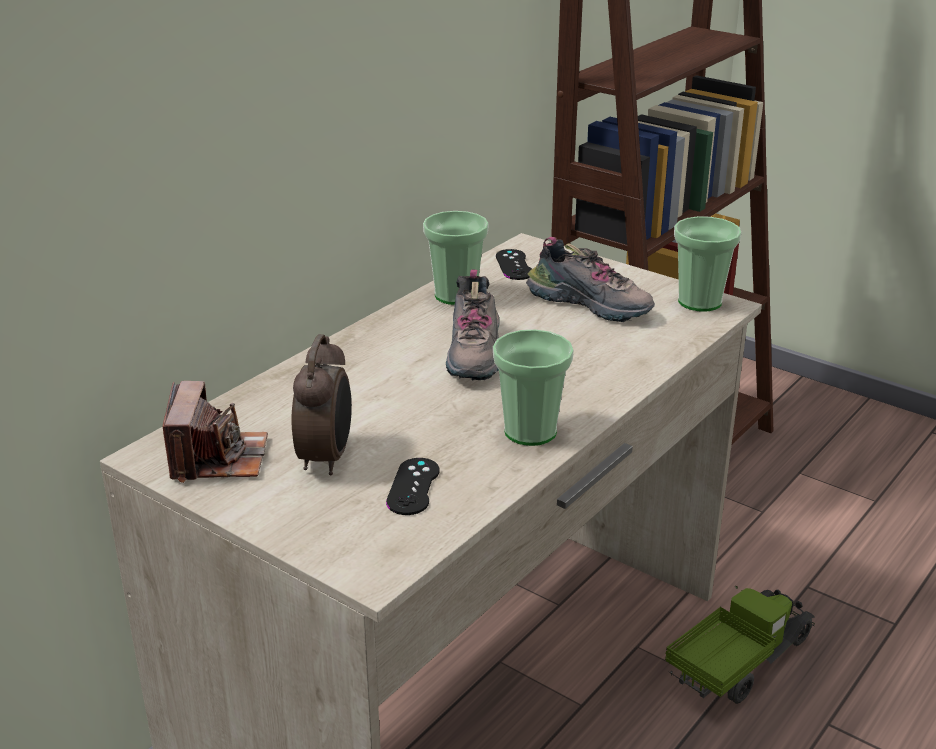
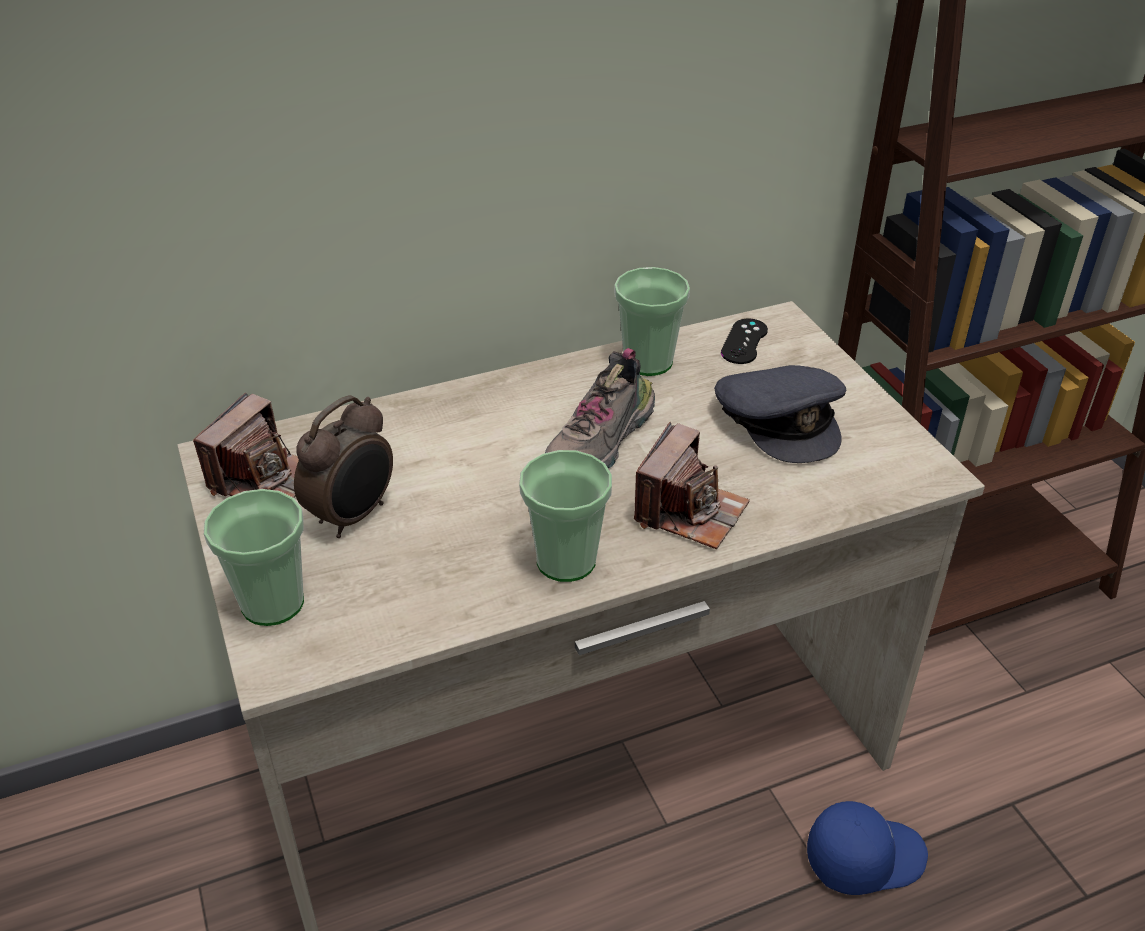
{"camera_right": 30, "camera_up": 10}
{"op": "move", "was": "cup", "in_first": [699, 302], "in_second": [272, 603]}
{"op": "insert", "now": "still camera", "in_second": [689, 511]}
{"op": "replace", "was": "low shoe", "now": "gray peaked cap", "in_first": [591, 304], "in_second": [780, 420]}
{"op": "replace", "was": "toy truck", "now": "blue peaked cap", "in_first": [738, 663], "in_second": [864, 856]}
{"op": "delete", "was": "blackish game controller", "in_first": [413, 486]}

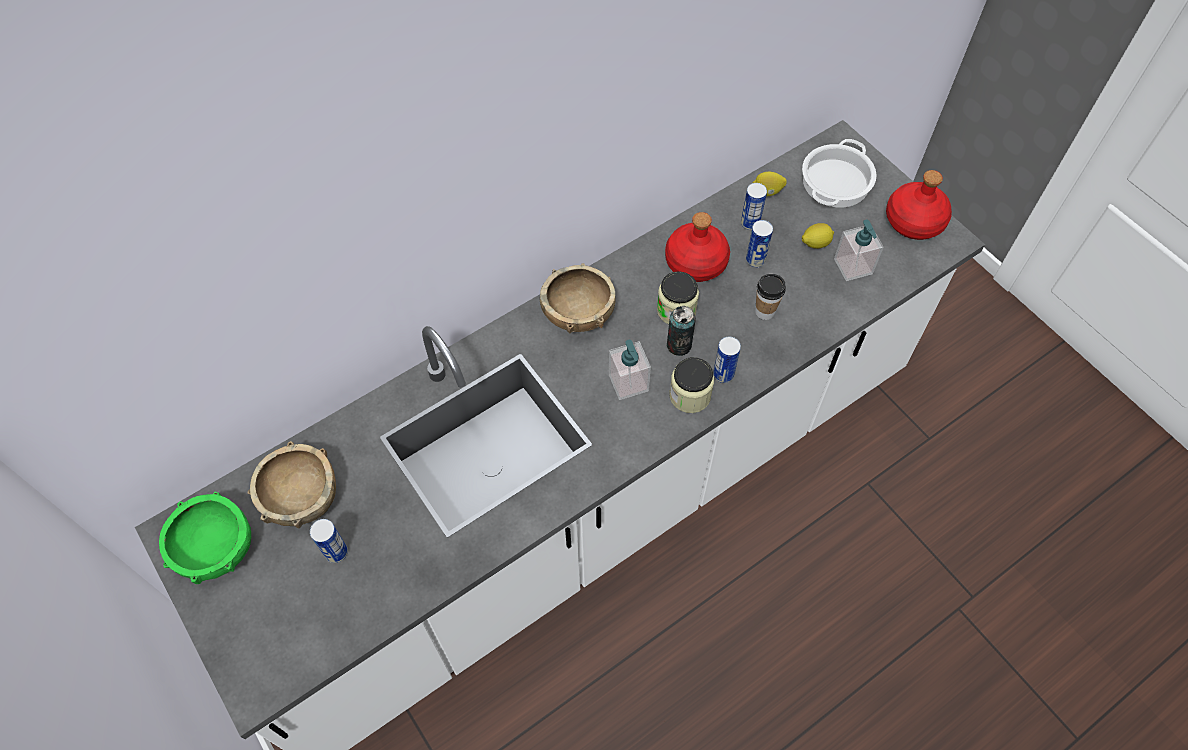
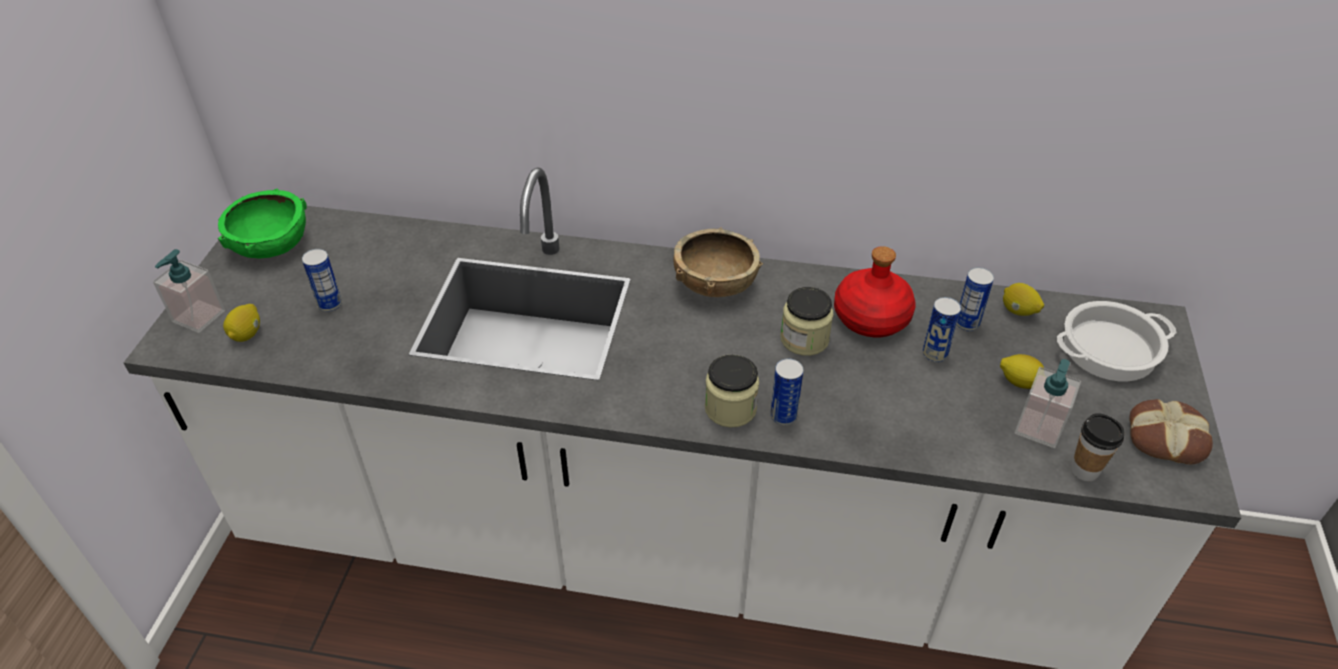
{"camera_right": 45, "camera_up": -15}
{"op": "move", "was": "soap bottle", "in_first": [628, 383], "in_second": [198, 316]}
{"op": "insert", "now": "citrus fruit", "in_second": [247, 334]}
{"op": "move", "was": "cup", "in_first": [764, 311], "in_second": [1084, 470]}
{"op": "replace", "was": "reddish beverage bottle", "now": "bread", "in_first": [913, 221], "in_second": [1166, 437]}
{"op": "delete", "was": "brownish deep dish", "in_first": [301, 496]}
{"op": "delete", "was": "sealed can", "in_first": [679, 345]}

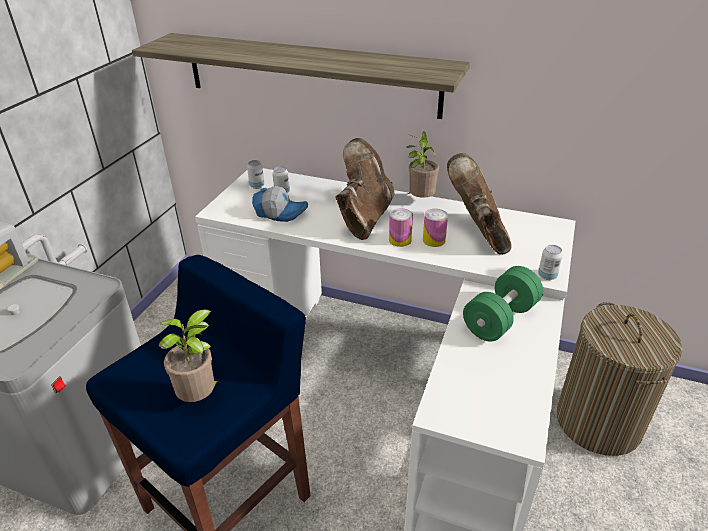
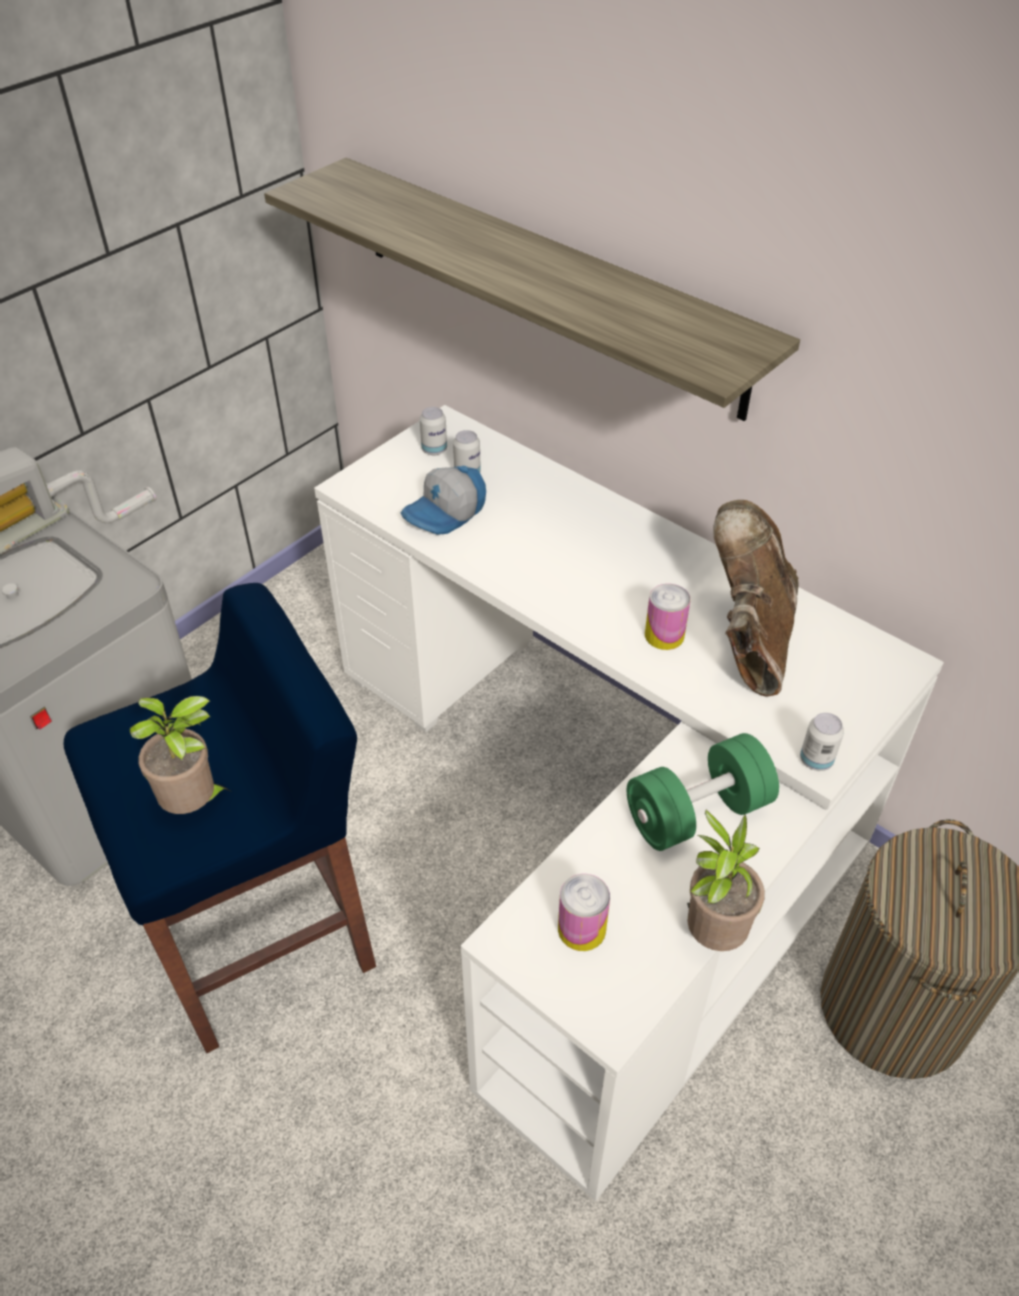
{"camera_right": 20, "camera_up": 10}
{"op": "rotate", "was": "peaked cap", "in_first": [280, 212], "in_second": [446, 513], "clockwise": 105}
{"op": "move", "was": "sealed can", "in_first": [400, 240], "in_second": [581, 929]}
{"op": "move", "was": "houseplant", "in_first": [420, 200], "in_second": [712, 933]}
{"op": "delete", "was": "brownish high-top boot", "in_first": [364, 218]}

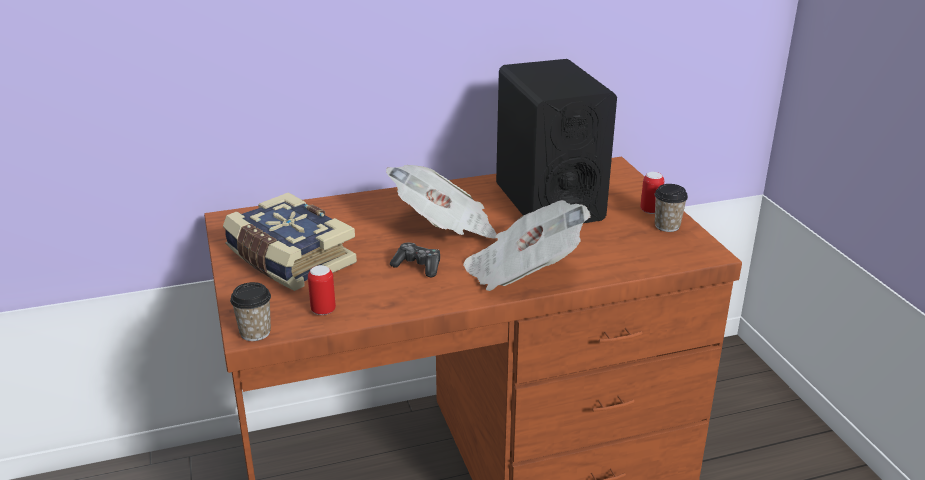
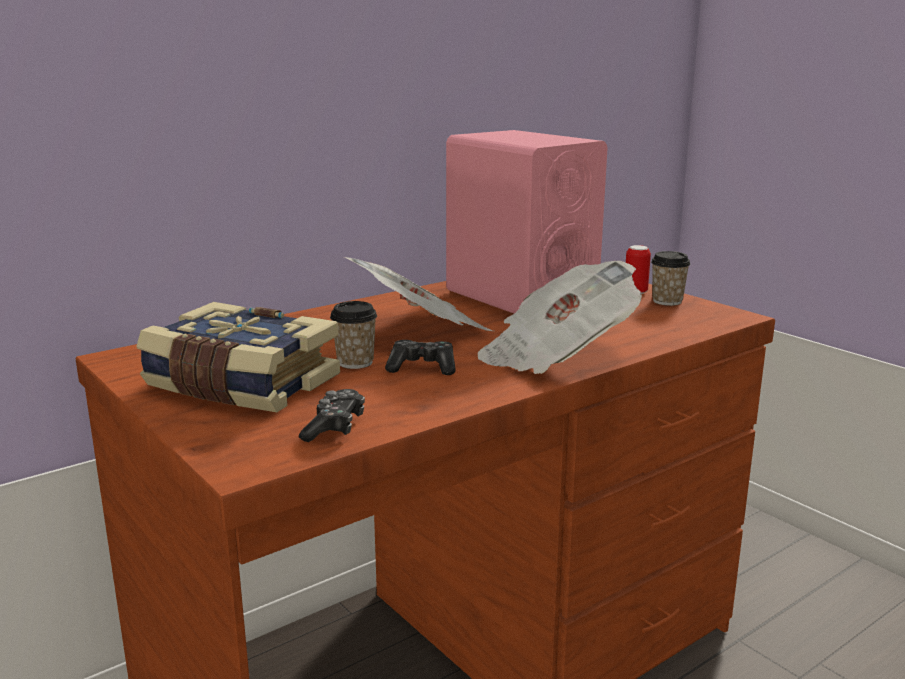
{"camera_right": -20, "camera_up": -10}
{"op": "replace", "was": "sealed can", "now": "game controller", "in_first": [323, 310], "in_second": [335, 427]}
{"op": "move", "was": "cup", "in_first": [255, 332], "in_second": [355, 362]}
{"op": "recolor", "was": "blackish audio speaker", "now": "pink audio speaker", "in_first": [548, 202], "in_second": [519, 297]}

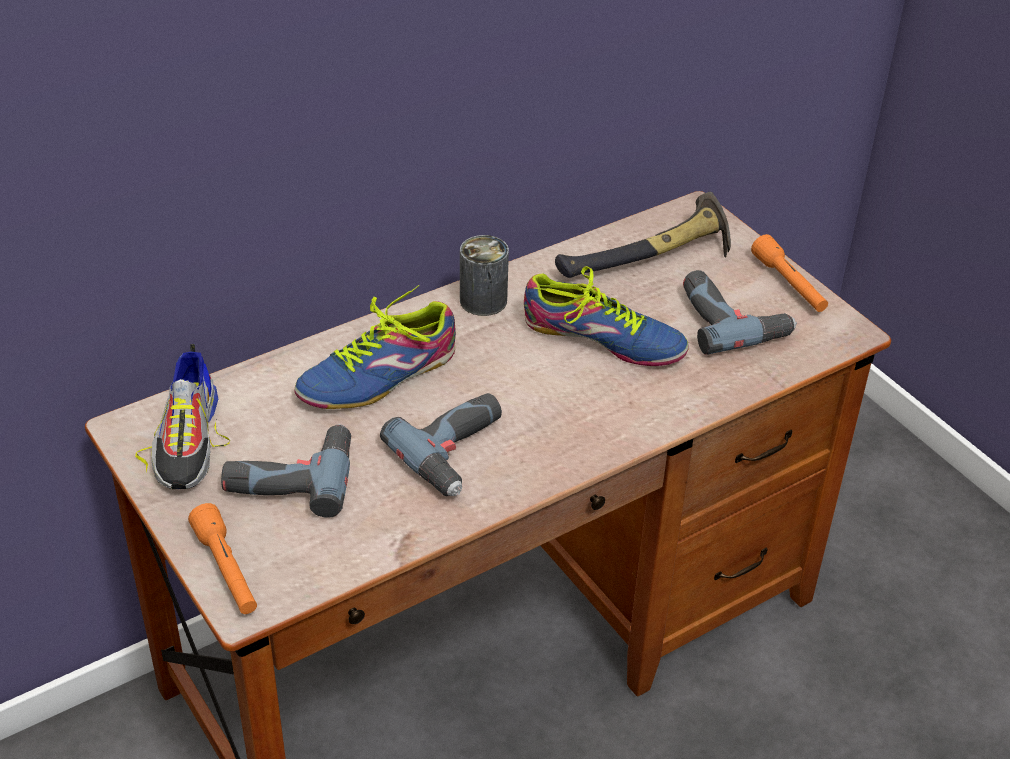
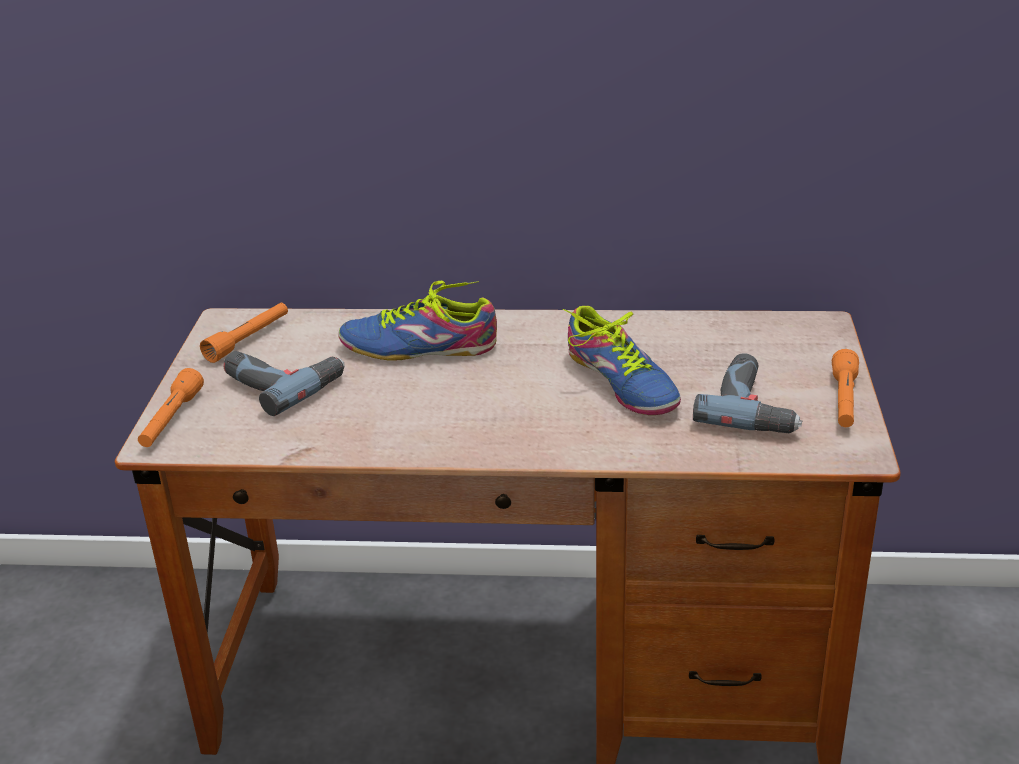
{"camera_right": 40, "camera_up": -10}
{"op": "replace", "was": "low shoe", "now": "orange-coloured torch", "in_first": [188, 440], "in_second": [248, 340]}
{"op": "delete", "was": "drill", "in_first": [459, 452]}
{"op": "delete", "was": "sealed can", "in_first": [483, 300]}
{"op": "delete", "was": "hand hammer", "in_first": [652, 260]}

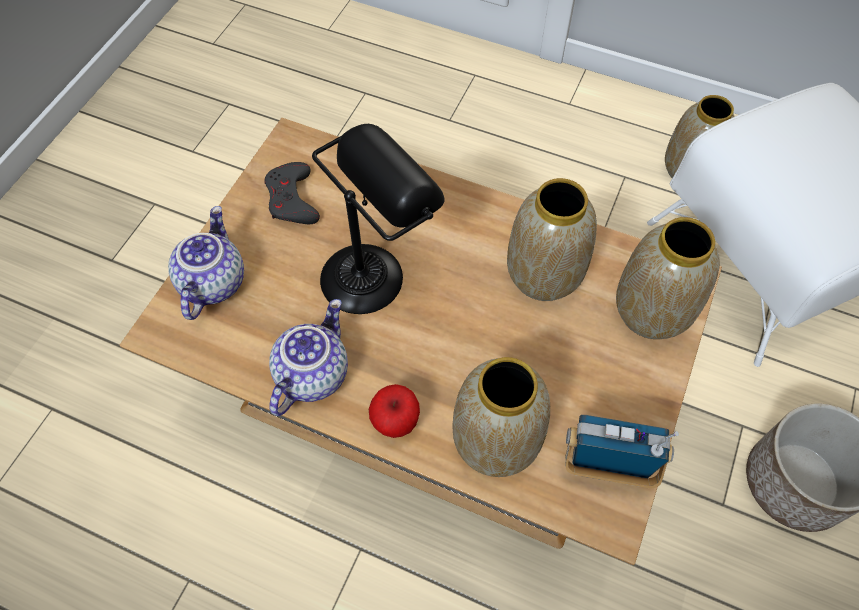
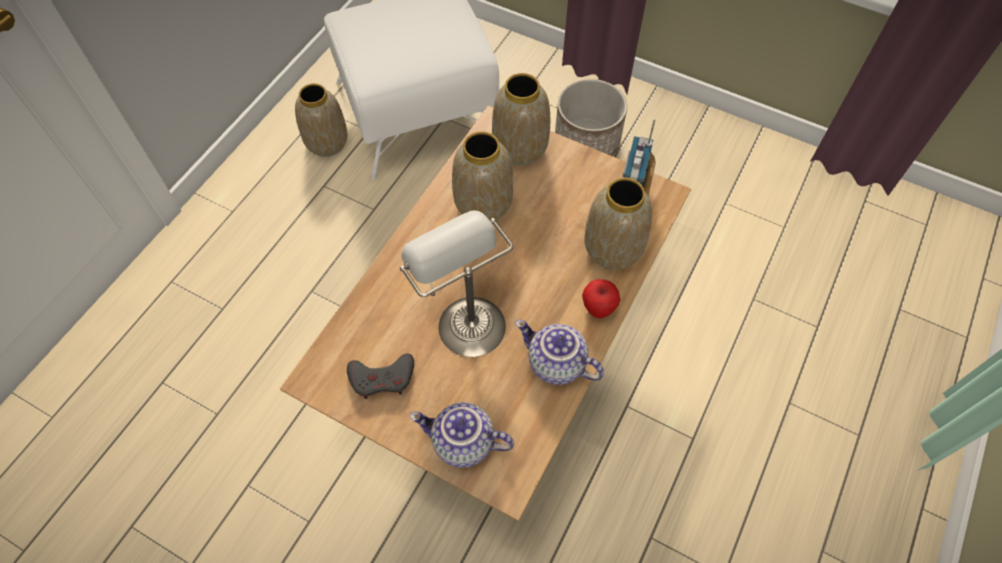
{"camera_right": -85, "camera_up": 0}
{"op": "recolor", "was": "blackish tabletop lamp", "now": "white tabletop lamp", "in_first": [375, 267], "in_second": [462, 316]}

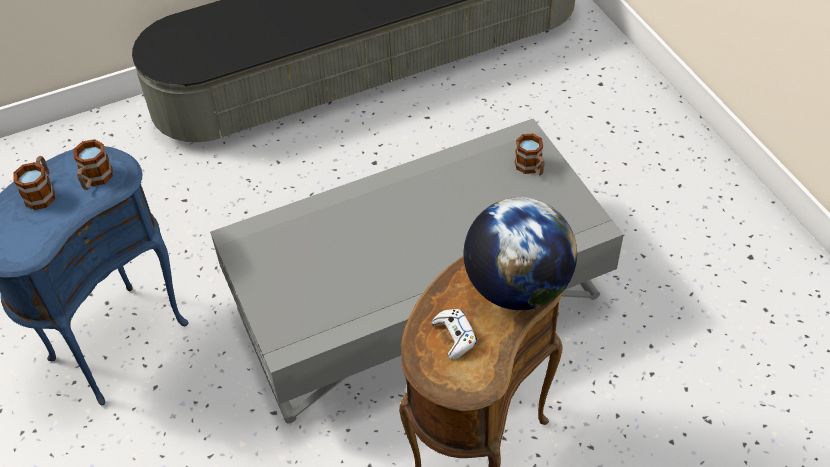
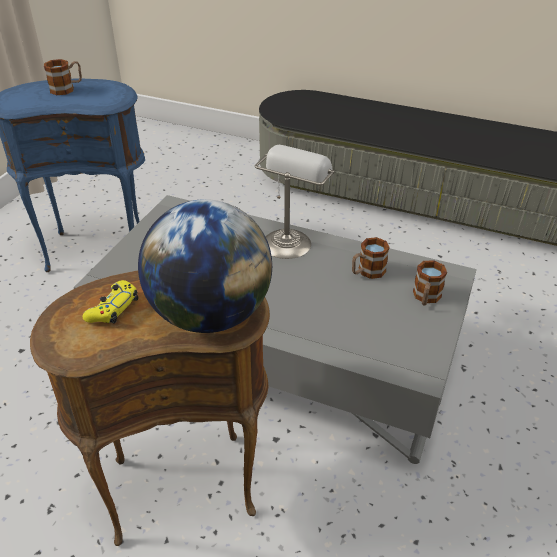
{"camera_right": 45, "camera_up": -10}
{"op": "recolor", "was": "white game controller", "now": "yellow game controller", "in_first": [454, 336], "in_second": [113, 308]}
{"op": "insert", "now": "white tabletop lamp", "in_second": [290, 237]}
{"op": "move", "was": "tea mug", "in_first": [95, 180], "in_second": [367, 272]}

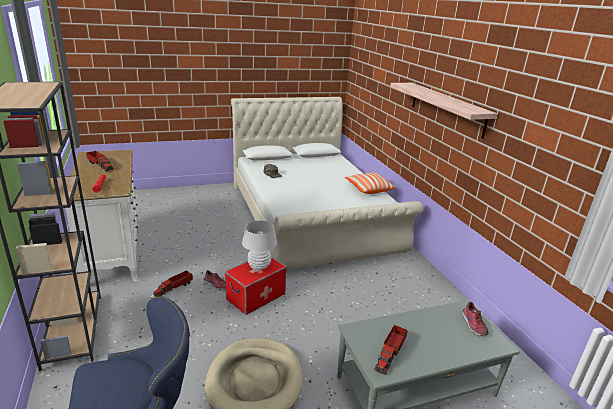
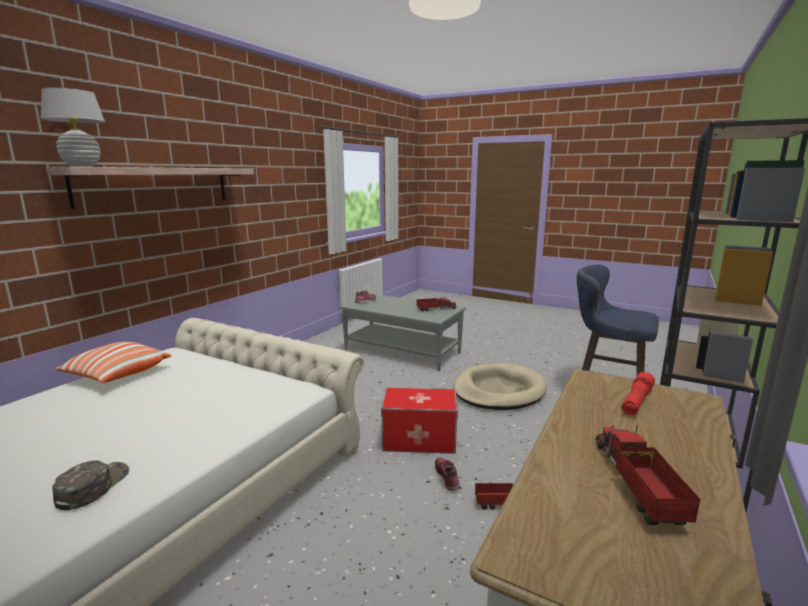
{"camera_right": -130, "camera_up": -10}
{"op": "move", "was": "white tabletop lamp", "in_first": [259, 266], "in_second": [82, 166]}

